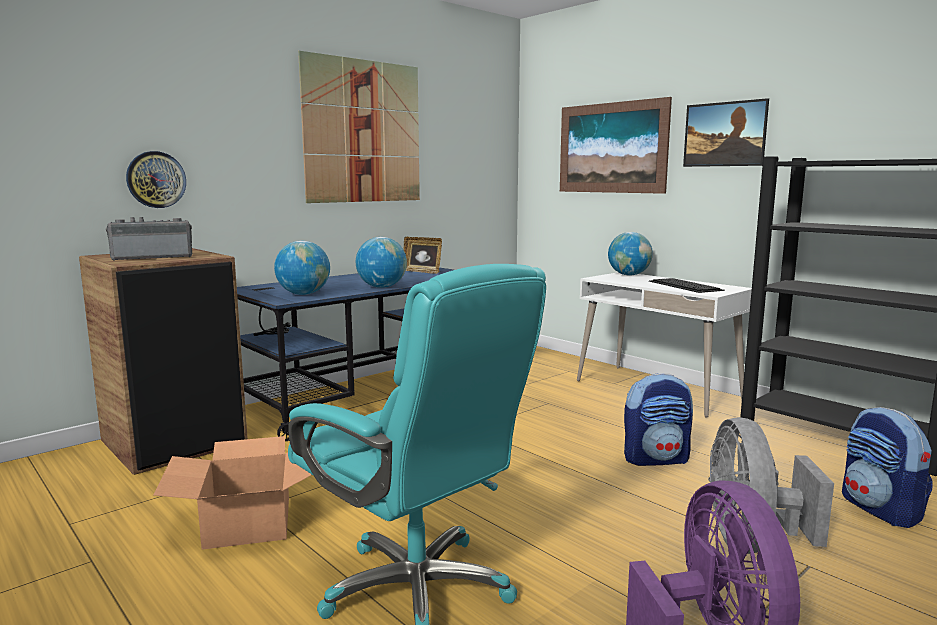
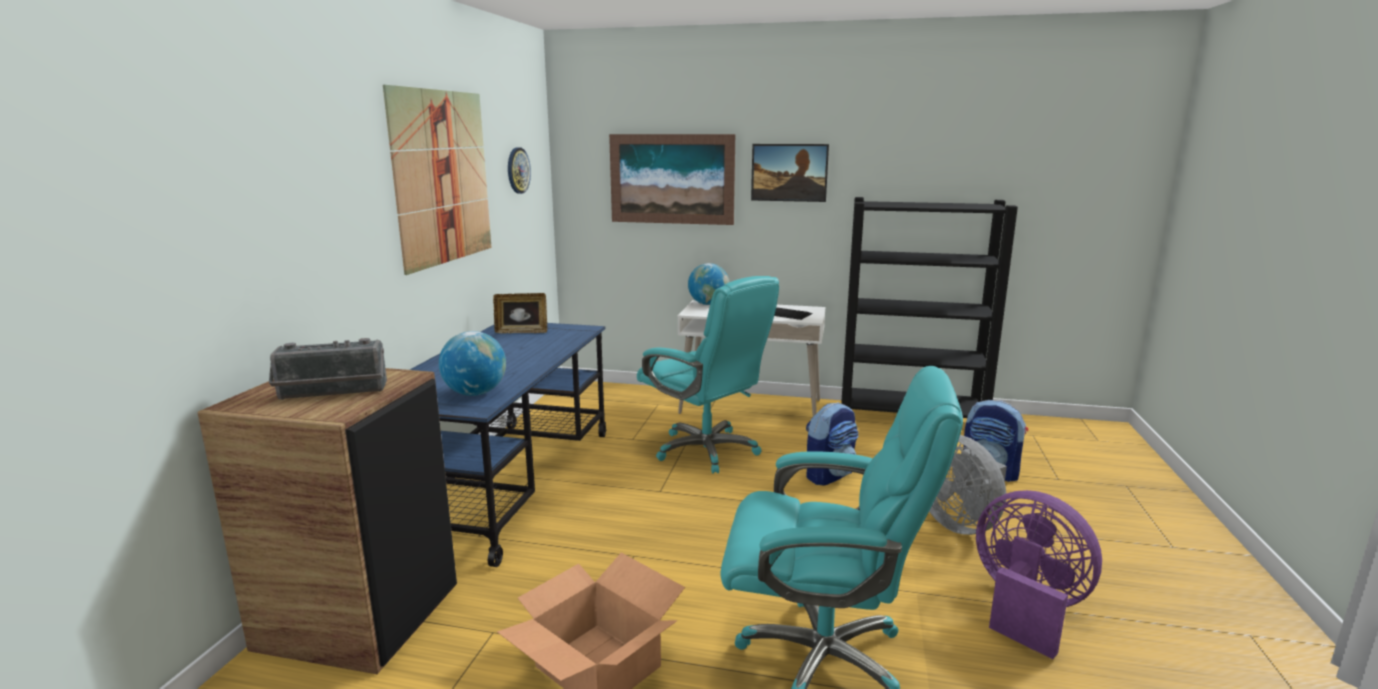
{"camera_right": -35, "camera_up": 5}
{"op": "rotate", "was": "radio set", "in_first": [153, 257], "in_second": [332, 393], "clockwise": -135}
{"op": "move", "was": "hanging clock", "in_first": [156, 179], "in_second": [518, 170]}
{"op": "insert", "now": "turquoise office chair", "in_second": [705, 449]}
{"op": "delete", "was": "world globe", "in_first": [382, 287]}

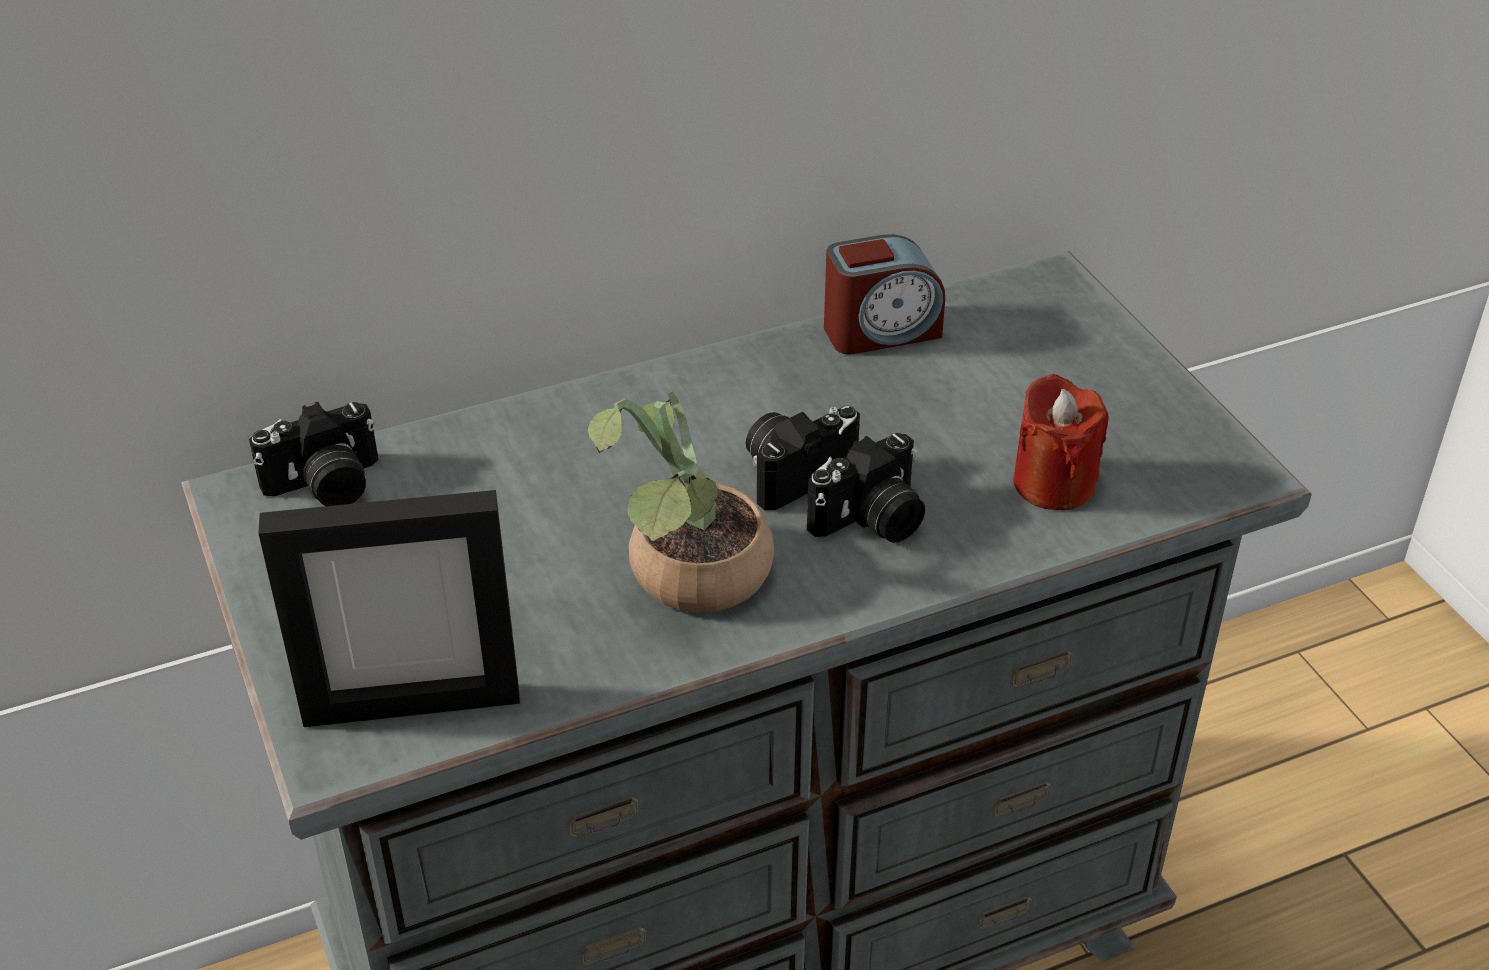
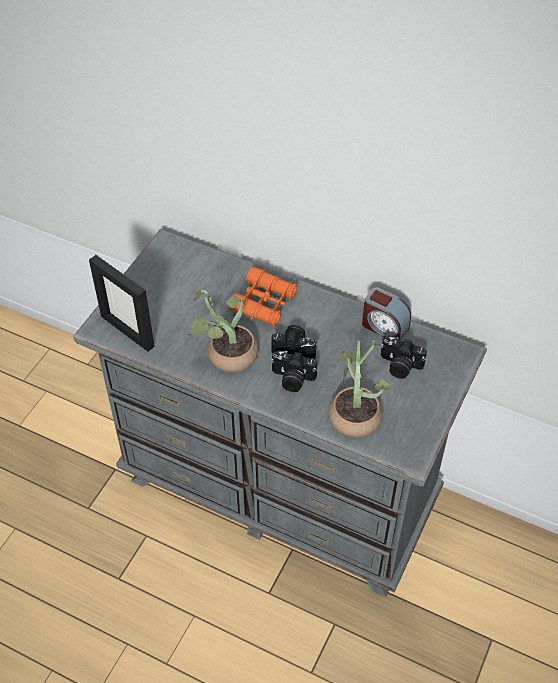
{"camera_right": 50, "camera_up": 10}
{"op": "insert", "now": "orange-coloured field glasses", "in_second": [264, 302]}
{"op": "replace", "was": "reddish candle", "now": "houseplant", "in_first": [1053, 483], "in_second": [355, 412]}
{"op": "move", "was": "still camera", "in_first": [326, 486], "in_second": [399, 366]}

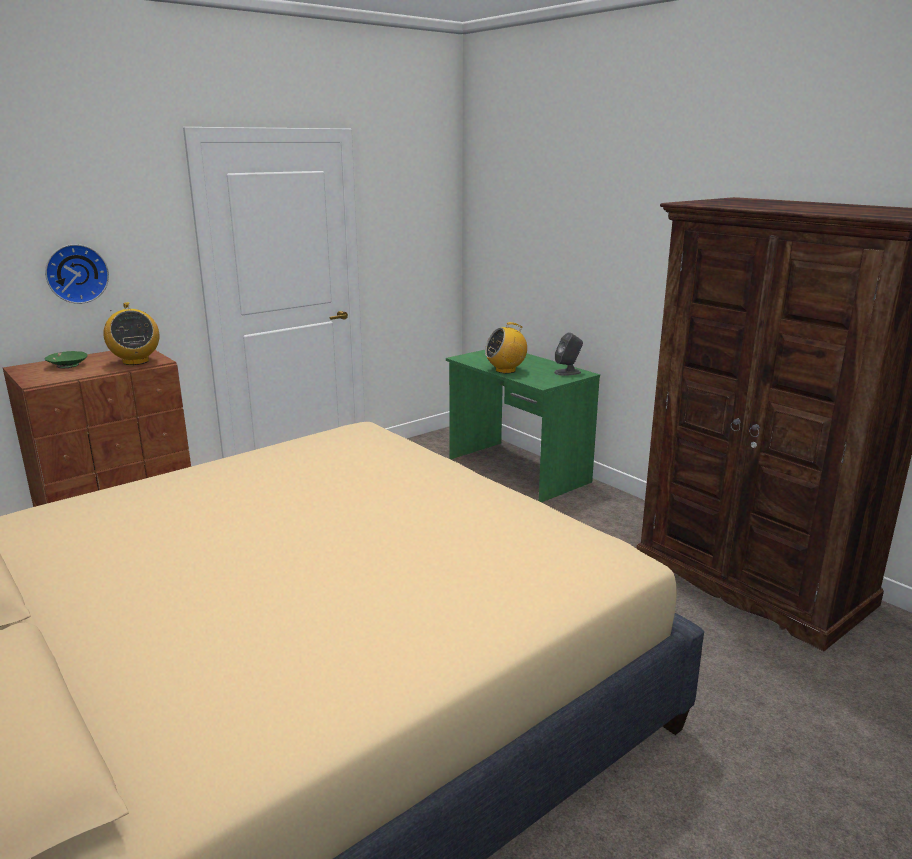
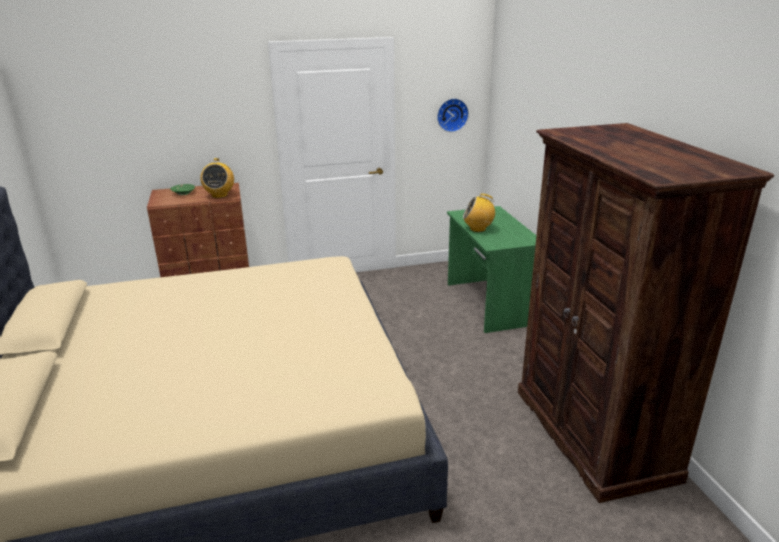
{"camera_right": 25, "camera_up": 5}
{"op": "move", "was": "hanging clock", "in_first": [76, 273], "in_second": [452, 114]}
{"op": "delete", "was": "gray audio speaker", "in_first": [568, 372]}

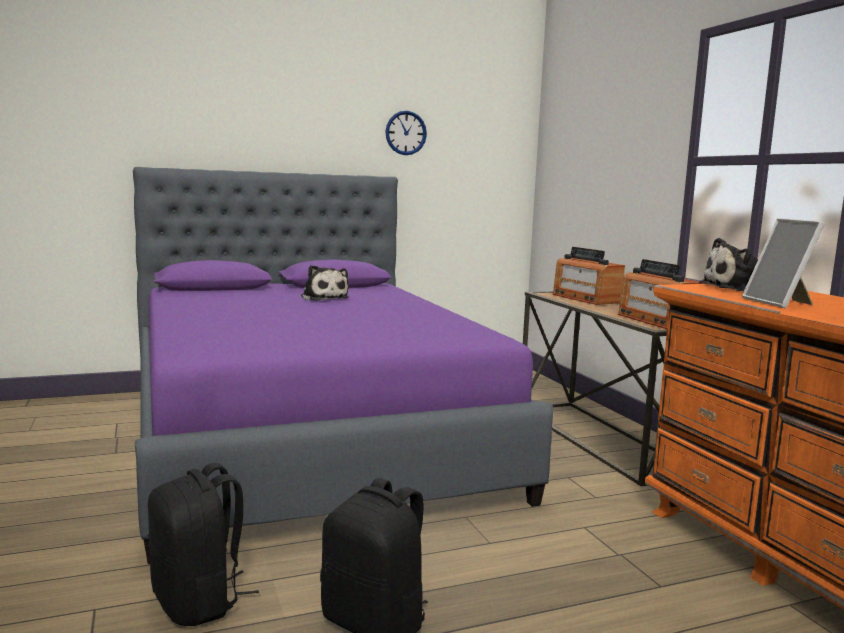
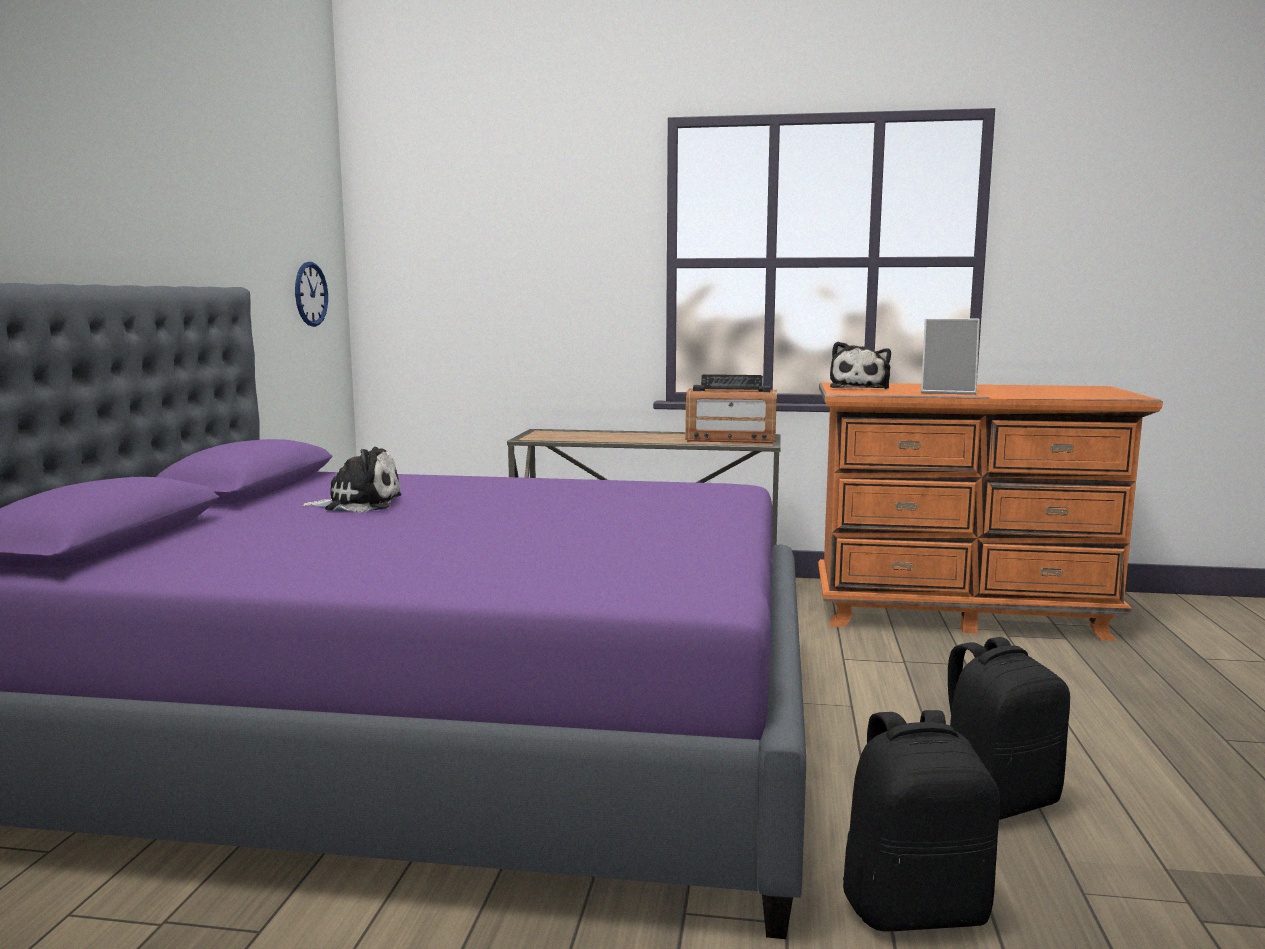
{"camera_right": -60, "camera_up": 0}
{"op": "move", "was": "hanging clock", "in_first": [405, 133], "in_second": [310, 294]}
{"op": "delete", "was": "radio set", "in_first": [585, 298]}

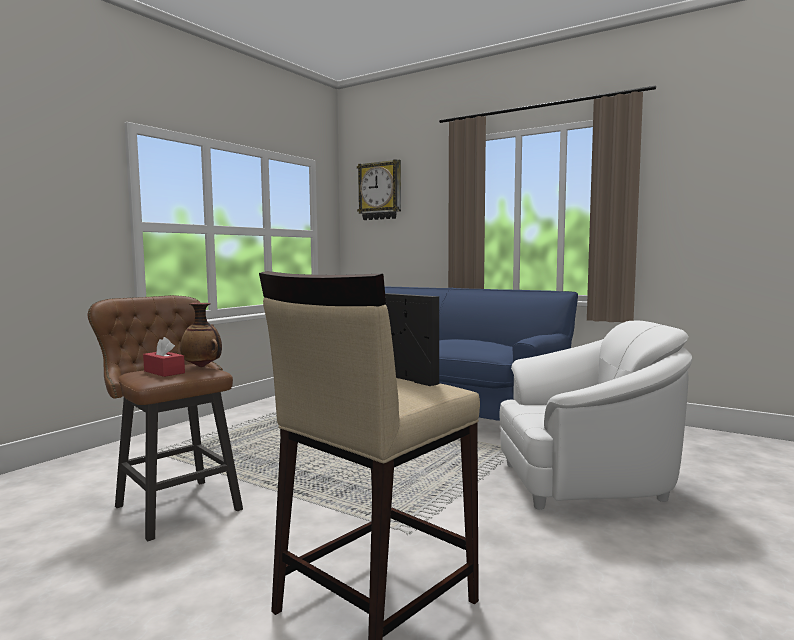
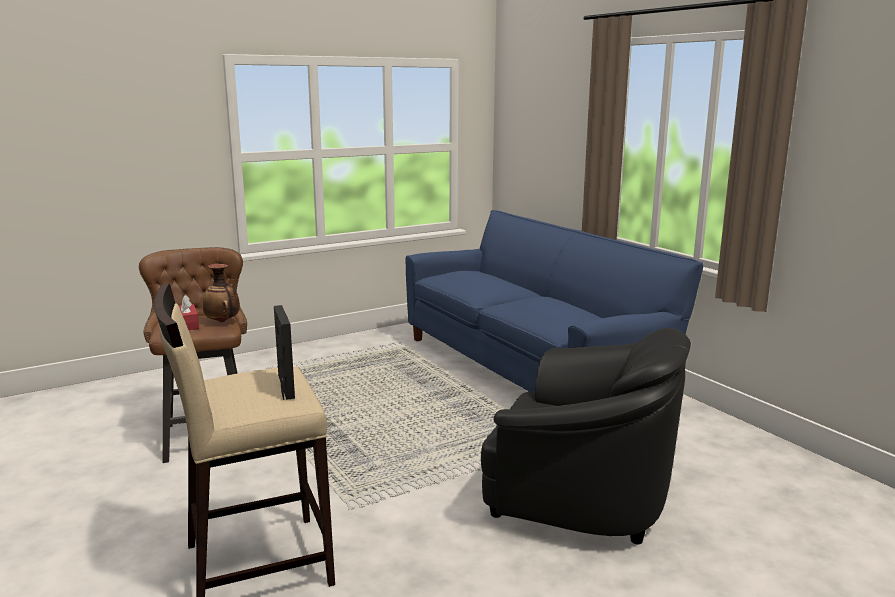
{"camera_right": 25, "camera_up": 10}
{"op": "recolor", "was": "white lounge chair", "now": "blackish lounge chair", "in_first": [585, 483], "in_second": [579, 500]}
{"op": "delete", "was": "hanging clock", "in_first": [380, 191]}

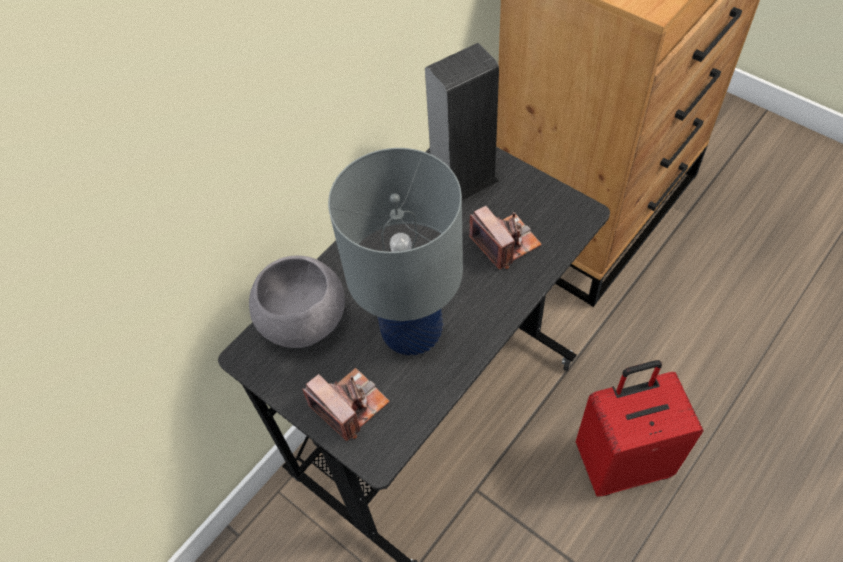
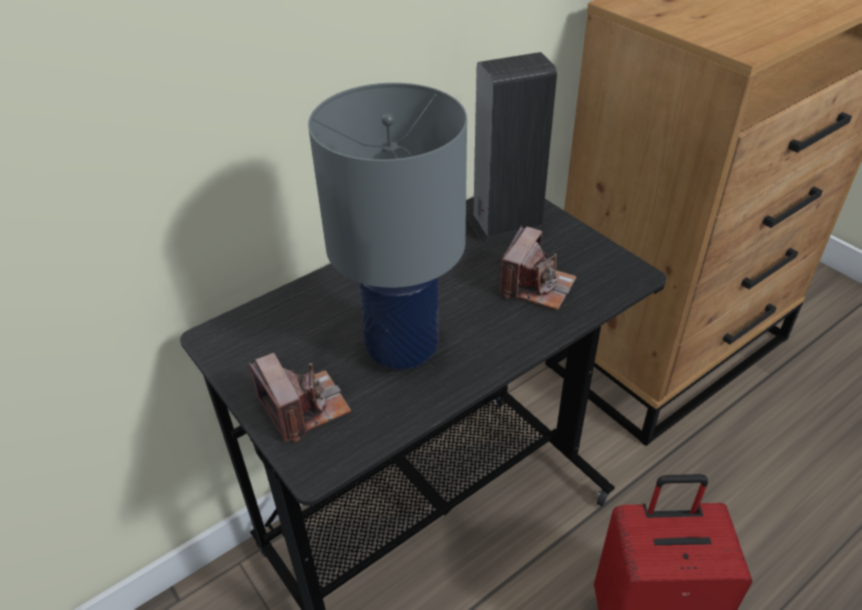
{"camera_right": 10, "camera_up": -15}
{"op": "rotate", "was": "still camera", "in_first": [505, 242], "in_second": [536, 286], "clockwise": 45}
{"op": "delete", "was": "gray deep dish", "in_first": [303, 319]}

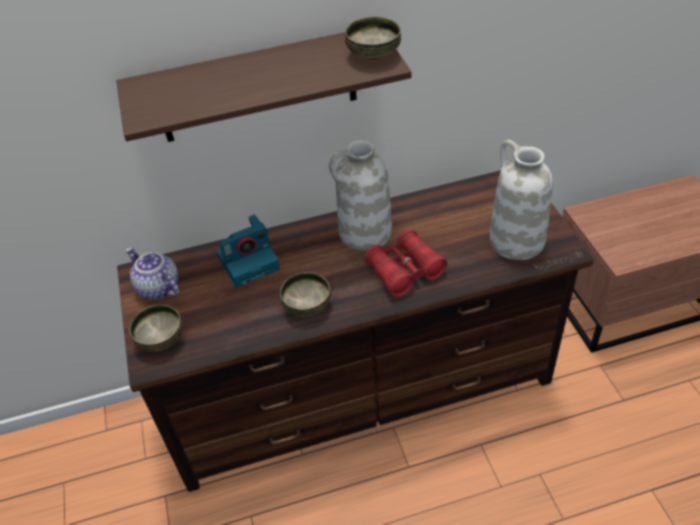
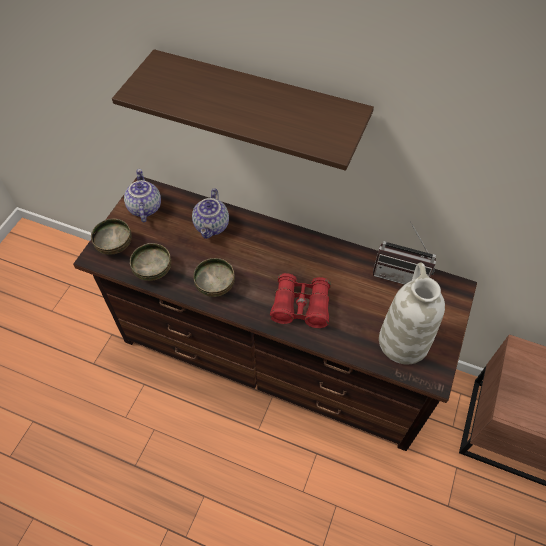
{"camera_right": 35, "camera_up": 10}
{"op": "move", "was": "deep dish", "in_first": [372, 55], "in_second": [153, 270]}
{"op": "replace", "was": "still camera", "now": "pot for tea", "in_first": [249, 261], "in_second": [212, 226]}
{"op": "insert", "now": "radio set", "in_second": [401, 273]}
{"op": "delete", "was": "white vase", "in_first": [364, 233]}

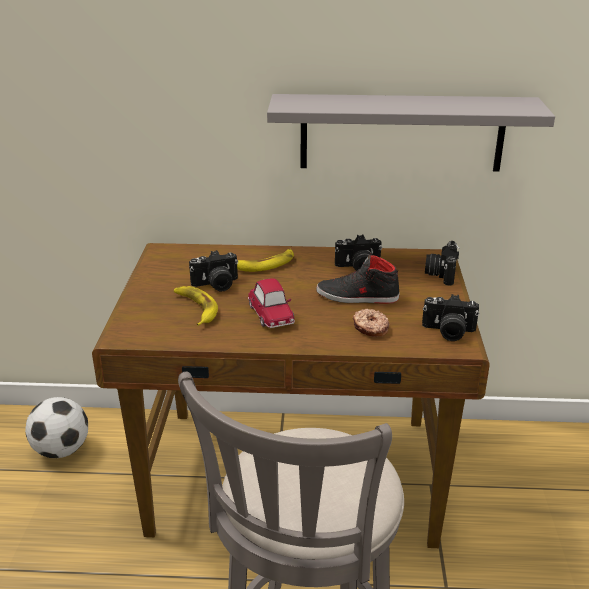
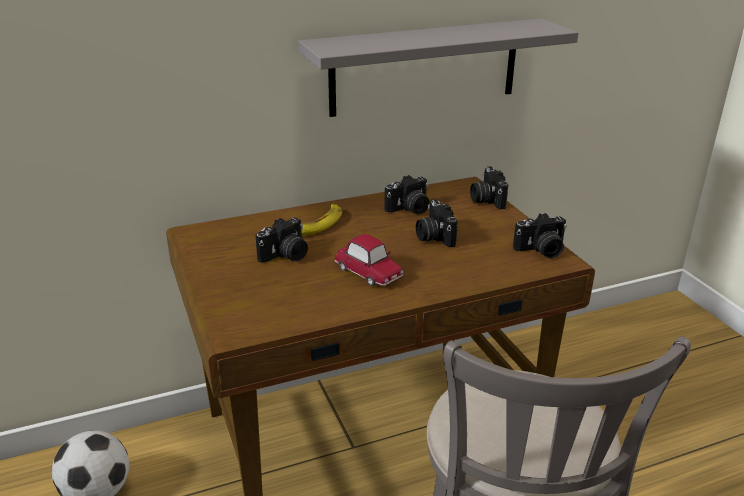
{"camera_right": -25, "camera_up": 0}
{"op": "replace", "was": "blackish low shoe", "now": "still camera", "in_first": [357, 297], "in_second": [434, 237]}
{"op": "delete", "was": "banana fruit", "in_first": [195, 308]}
{"op": "delete", "was": "doughnut", "in_first": [370, 328]}

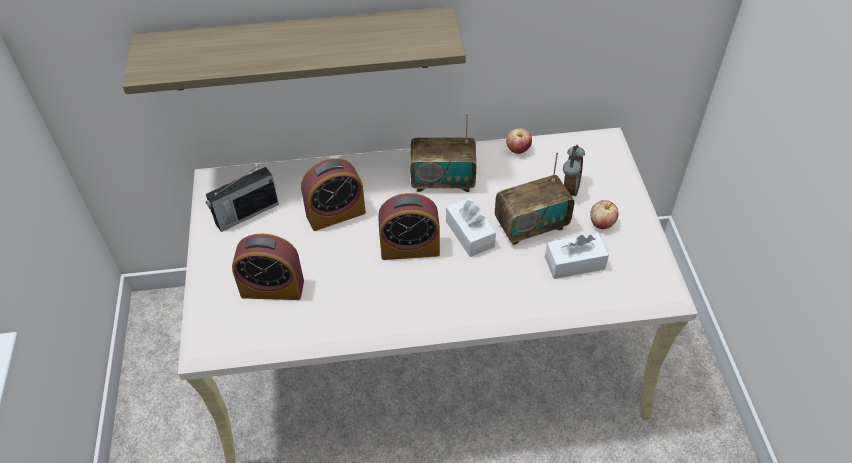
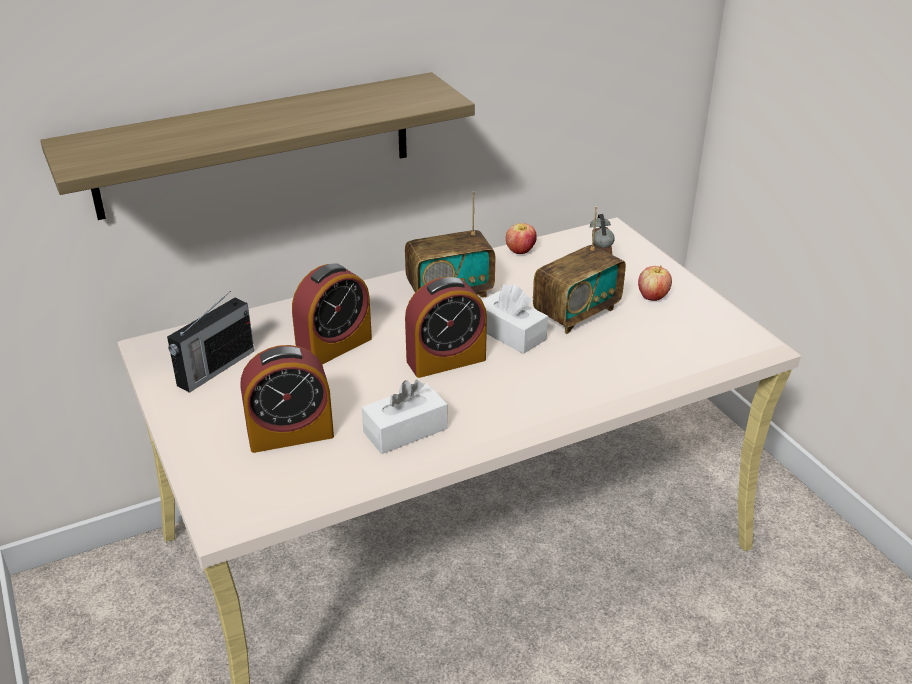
{"camera_right": -20, "camera_up": -15}
{"op": "move", "was": "white tissue box", "in_first": [574, 263], "in_second": [405, 430]}

